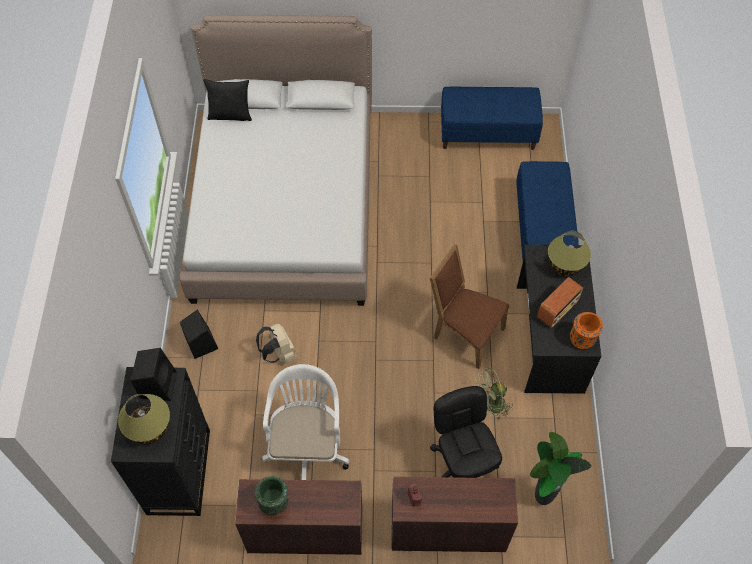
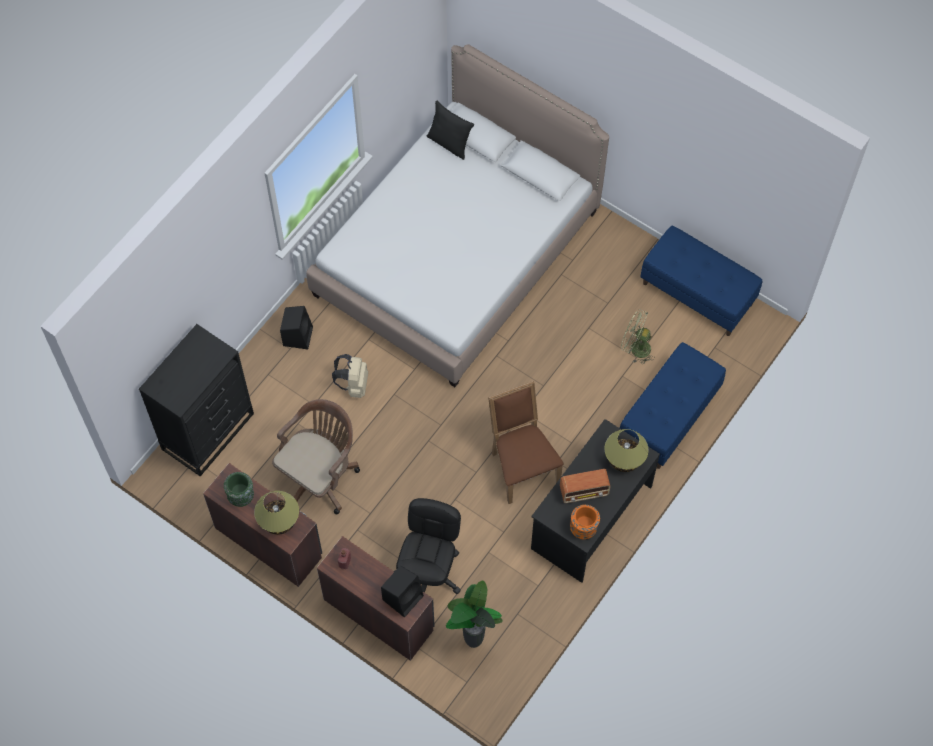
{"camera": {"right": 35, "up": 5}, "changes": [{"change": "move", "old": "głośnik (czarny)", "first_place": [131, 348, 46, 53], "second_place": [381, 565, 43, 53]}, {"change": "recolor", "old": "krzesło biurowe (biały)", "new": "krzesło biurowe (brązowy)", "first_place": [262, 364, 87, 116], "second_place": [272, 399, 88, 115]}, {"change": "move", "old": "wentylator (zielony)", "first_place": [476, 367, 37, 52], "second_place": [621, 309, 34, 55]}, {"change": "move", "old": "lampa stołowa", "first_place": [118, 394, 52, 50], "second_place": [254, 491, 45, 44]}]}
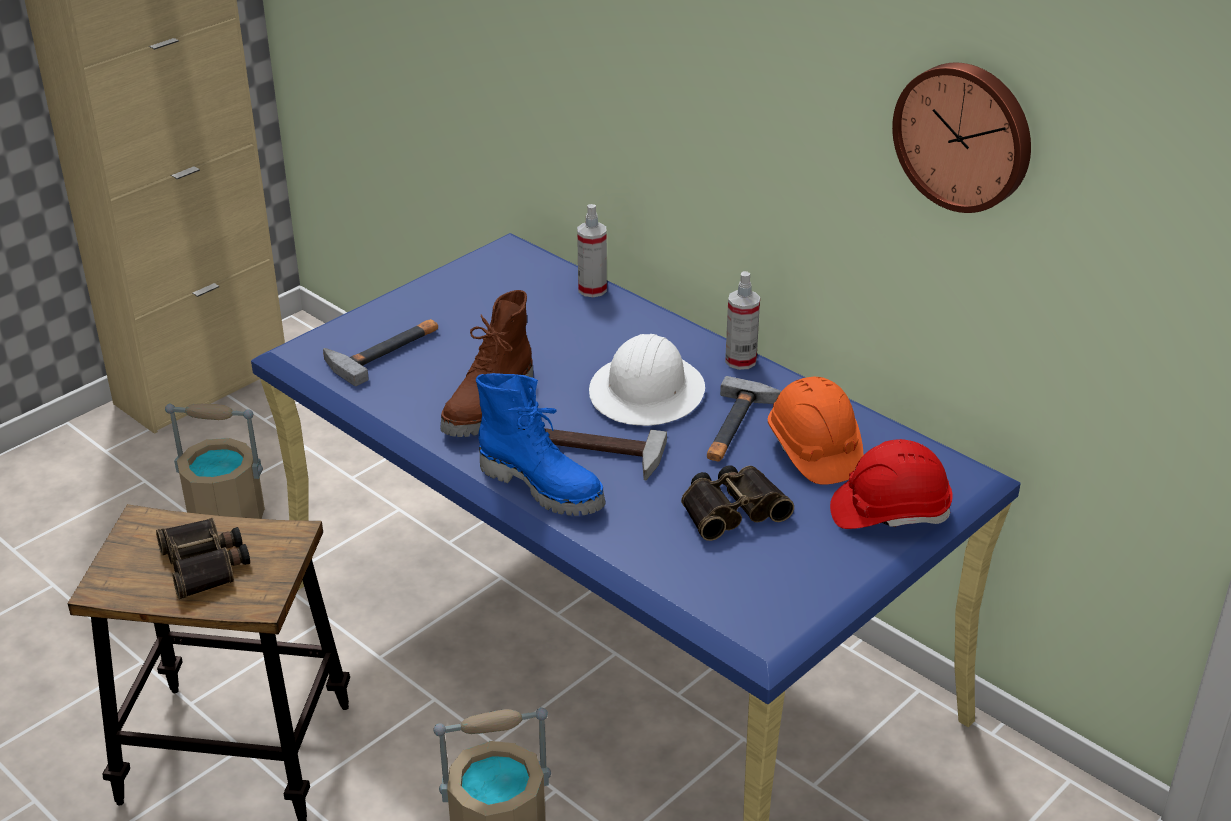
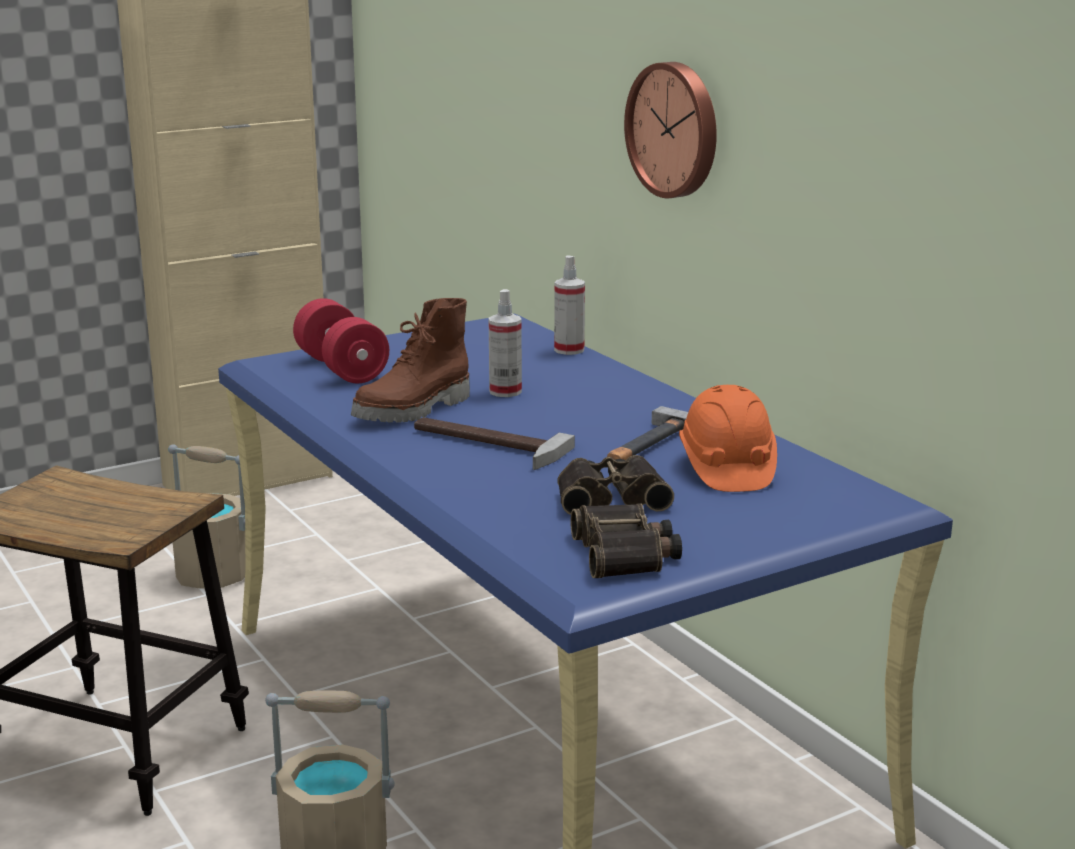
{"camera": {"right": 15, "up": -15}, "changes": [{"change": "move", "old": "zegar ścienny", "first_place": [892, 62, 139, 151], "second_place": [624, 62, 93, 136]}, {"change": "move", "old": "spryskiwacz", "first_place": [725, 271, 35, 99], "second_place": [489, 289, 33, 108]}, {"change": "replace", "old": "młotek", "new": "hantel (czerwony)", "first_place": [323, 319, 115, 67], "second_place": [293, 298, 96, 85]}, {"change": "delete", "old": "kask (biały)", "first_place": [589, 334, 116, 92]}, {"change": "delete", "old": "but z cholewką (niebieski)", "first_place": [476, 373, 129, 143]}, {"change": "delete", "old": "kask (czerwony)", "first_place": [830, 439, 123, 90]}, {"change": "move", "old": "lornetka", "first_place": [156, 518, 94, 81], "second_place": [570, 504, 112, 74]}]}
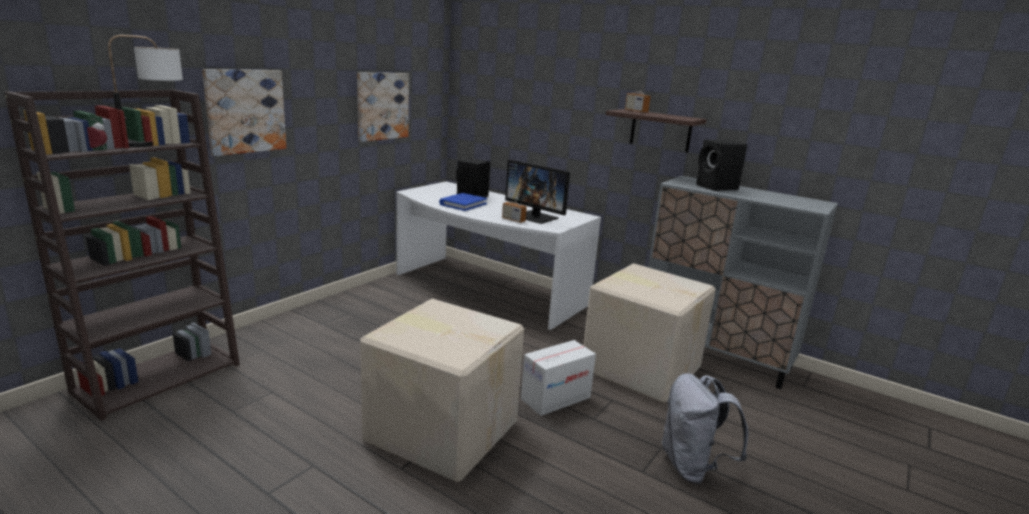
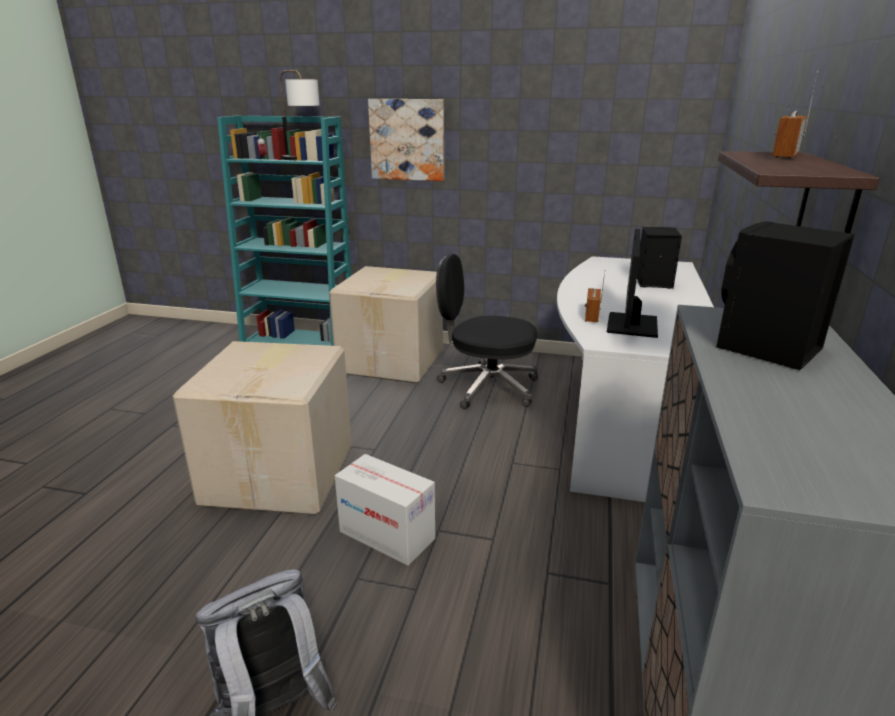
{"camera": {"right": 70, "up": 5}, "changes": [{"change": "delete", "old": "obraz", "first_place": [357, 72, 52, 70]}, {"change": "recolor", "old": "regał (brązowy)", "new": "regał (turkusowy)", "first_place": [4, 90, 236, 331], "second_place": [217, 115, 134, 231]}, {"change": "delete", "old": "książka (niebieski)", "first_place": [439, 193, 48, 18]}, {"change": "move", "old": "karton", "first_place": [583, 263, 133, 140], "second_place": [329, 266, 114, 117]}, {"change": "insert", "new": "krzesło biurowe (czarny)", "second_place": [436, 254, 102, 155]}]}
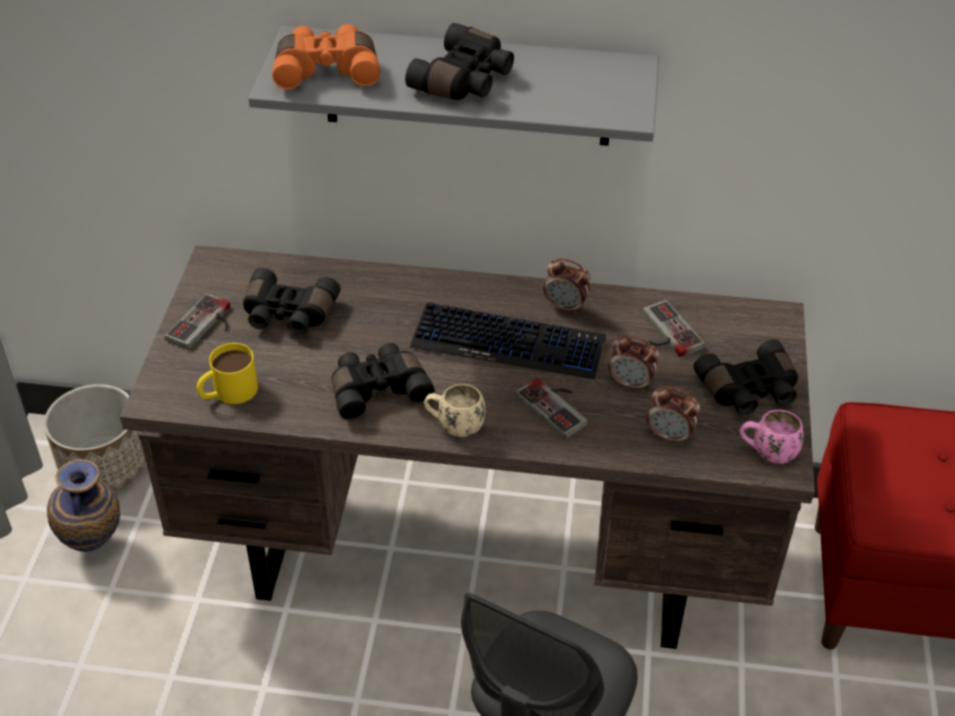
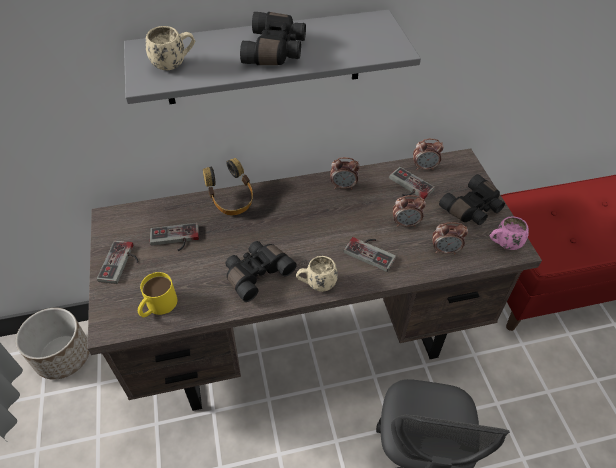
{"camera": {"right": -20, "up": 5}, "changes": [{"change": "replace", "old": "lornetka (pomarańczowy)", "new": "kubek (beżowy)", "first_place": [272, 24, 108, 65], "second_place": [145, 26, 50, 44]}, {"change": "replace", "old": "lornetka (czarny)", "new": "pad do gier", "first_place": [243, 268, 97, 67], "second_place": [150, 223, 49, 28]}, {"change": "delete", "old": "klawiatura", "first_place": [410, 302, 196, 77]}, {"change": "delete", "old": "wazon", "first_place": [47, 459, 73, 93]}, {"change": "insert", "new": "budzik", "second_place": [413, 139, 31, 31]}, {"change": "insert", "new": "słuchawki", "second_place": [203, 158, 50, 57]}]}
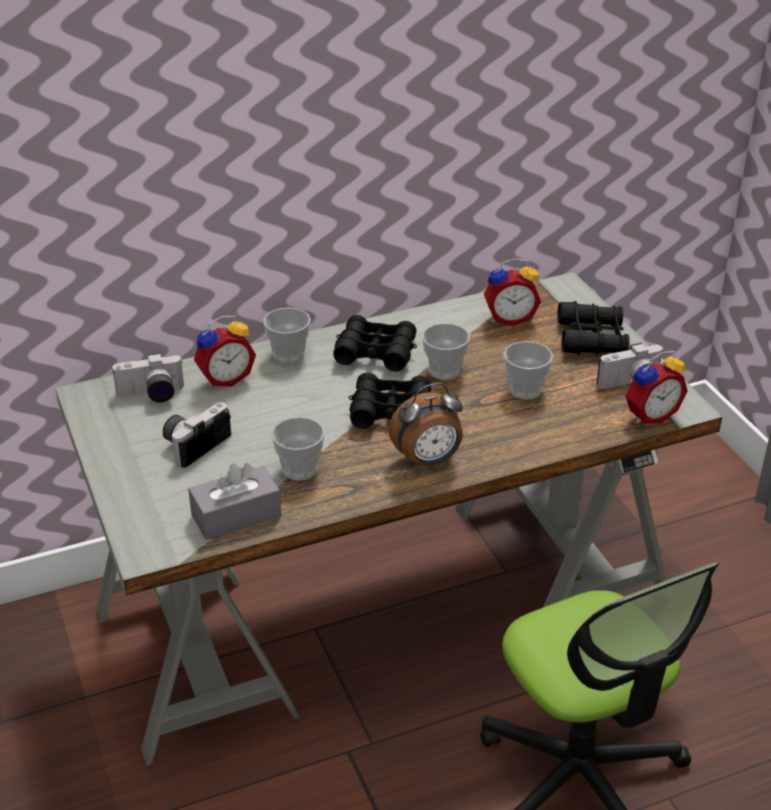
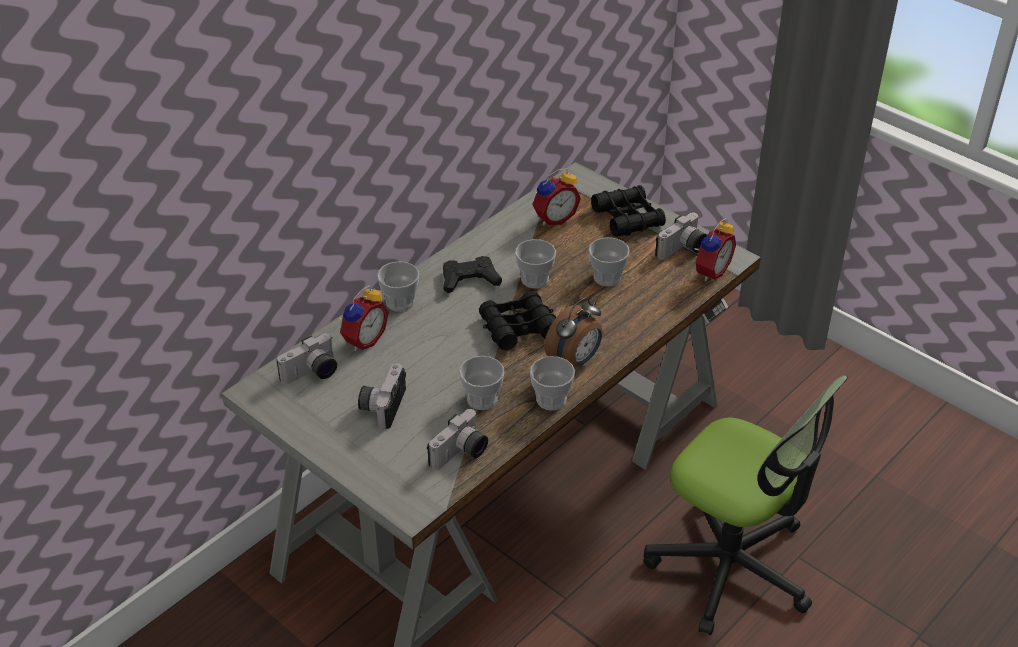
{"camera": {"right": -25, "up": 5}, "changes": [{"change": "replace", "old": "lornetka (czarny)", "new": "pad do gier (czarny)", "first_place": [333, 315, 84, 57], "second_place": [443, 256, 59, 37]}, {"change": "replace", "old": "pudełko chusteczek (szary)", "new": "aparat fotograficzny", "first_place": [188, 463, 93, 77], "second_place": [427, 409, 61, 61]}, {"change": "insert", "new": "filiżanka", "second_place": [530, 356, 45, 55]}]}
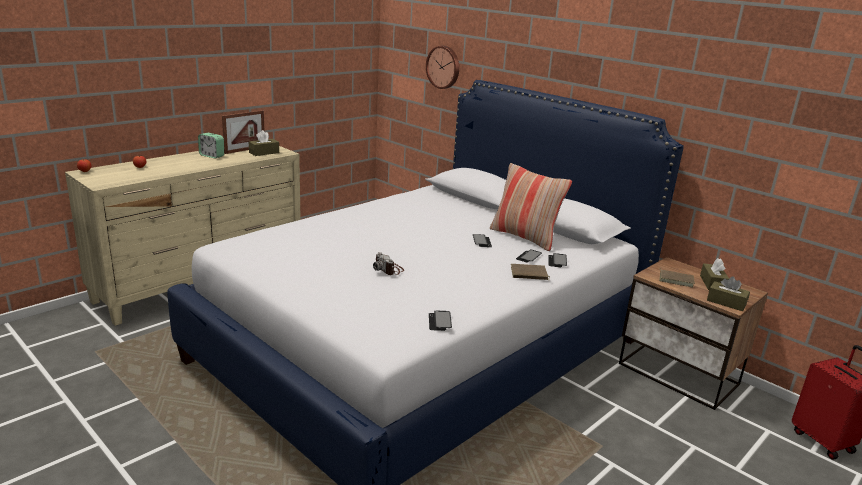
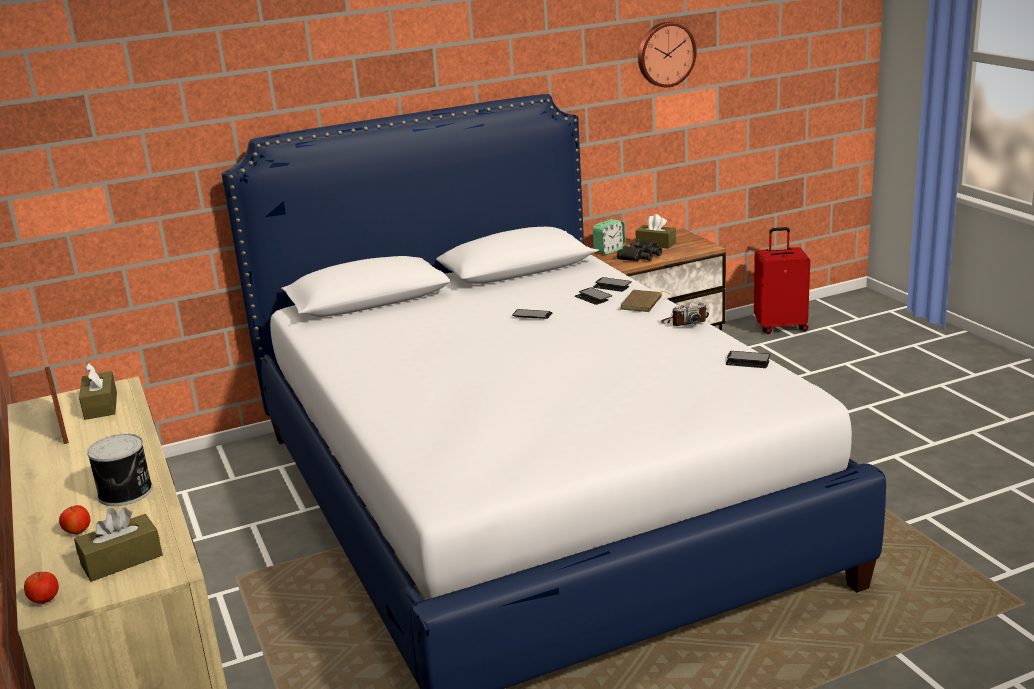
{"camera": {"right": -65, "up": 0}, "changes": [{"change": "move", "old": "zegar ścienny", "first_place": [426, 46, 33, 43], "second_place": [638, 22, 58, 65]}, {"change": "move", "old": "budzik", "first_place": [198, 133, 26, 25], "second_place": [593, 219, 33, 35]}, {"change": "delete", "old": "poduszka", "first_place": [490, 163, 82, 88]}, {"change": "move", "old": "aparat fotograficzny", "first_place": [373, 252, 31, 23], "second_place": [661, 302, 48, 24]}, {"change": "replace", "old": "książka (brązowy)", "new": "lornetka (czarny)", "first_place": [659, 267, 36, 20], "second_place": [617, 239, 45, 22]}, {"change": "move", "old": "pudełko chusteczek (brązowy)", "first_place": [707, 277, 43, 34], "second_place": [74, 507, 89, 75]}, {"change": "insert", "new": "puszka", "second_place": [87, 434, 66, 72]}]}
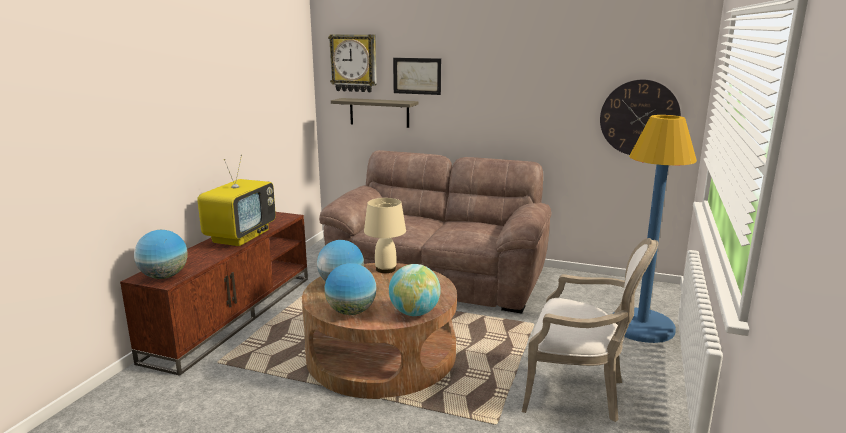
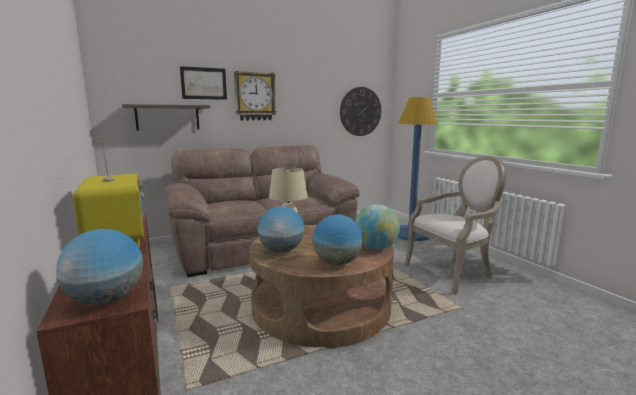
{"camera": {"right": -45, "up": -5}, "changes": [{"change": "move", "old": "zegar ścienny", "first_place": [328, 34, 49, 58], "second_place": [234, 71, 42, 49]}]}
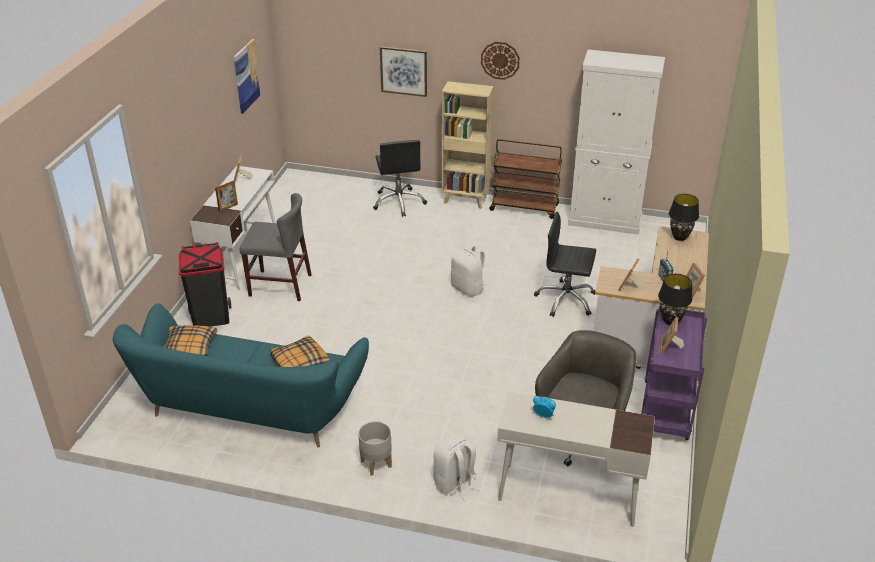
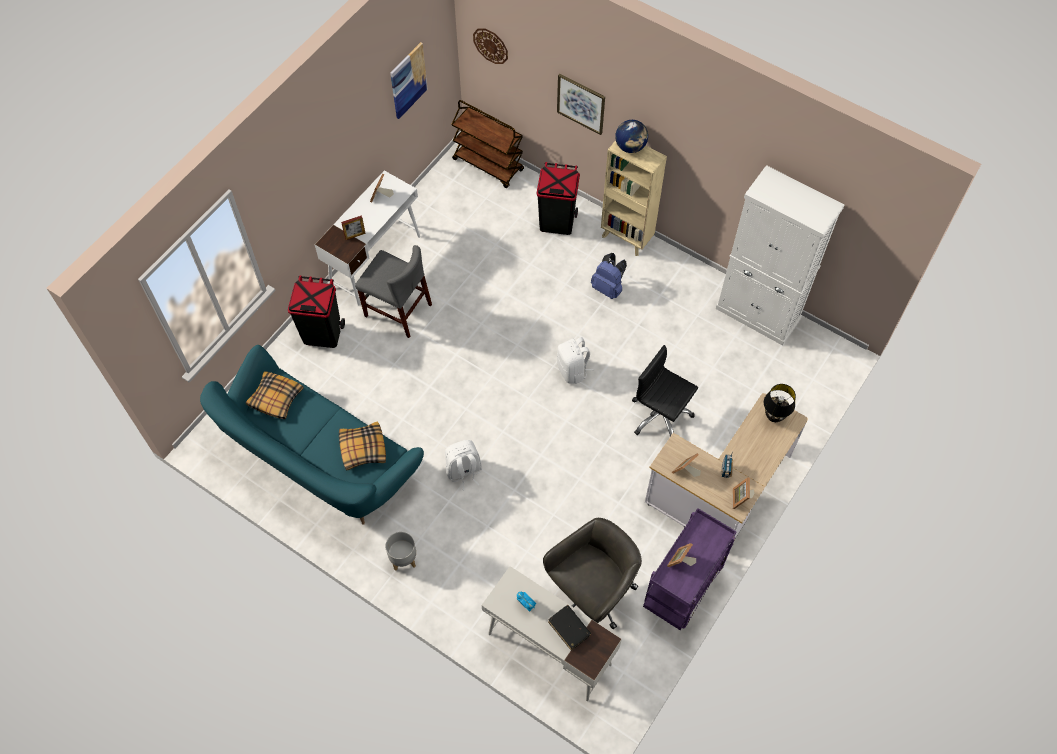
{"camera": {"right": 20, "up": 25}, "changes": [{"change": "move", "old": "zegar ścienny", "first_place": [481, 42, 39, 38], "second_place": [473, 28, 35, 36]}, {"change": "move", "old": "wózek (brązowy)", "first_place": [489, 139, 73, 80], "second_place": [451, 100, 73, 88]}, {"change": "replace", "old": "krzesło biurowe (czarny)", "new": "kosz na śmieci (czarny)", "first_place": [373, 140, 54, 77], "second_place": [537, 162, 43, 73]}, {"change": "delete", "old": "lampa stołowa (czarny)", "first_place": [658, 274, 34, 51]}, {"change": "move", "old": "plecak (biały)", "first_place": [433, 434, 46, 66], "second_place": [445, 440, 37, 51]}, {"change": "insert", "new": "globus", "second_place": [615, 120, 33, 33]}, {"change": "insert", "new": "plecak (niebieski)", "second_place": [591, 253, 36, 46]}, {"change": "insert", "new": "książka (czarny)", "second_place": [548, 605, 43, 45]}]}
